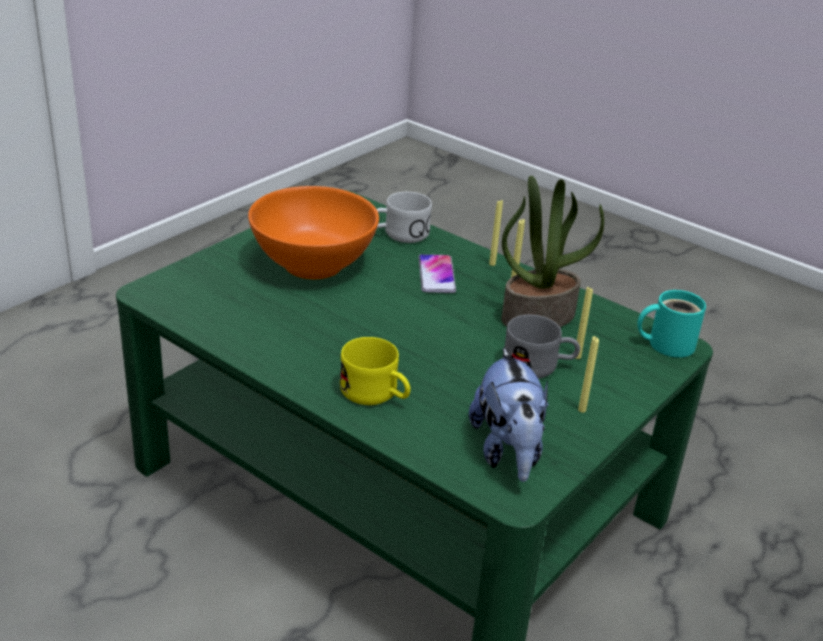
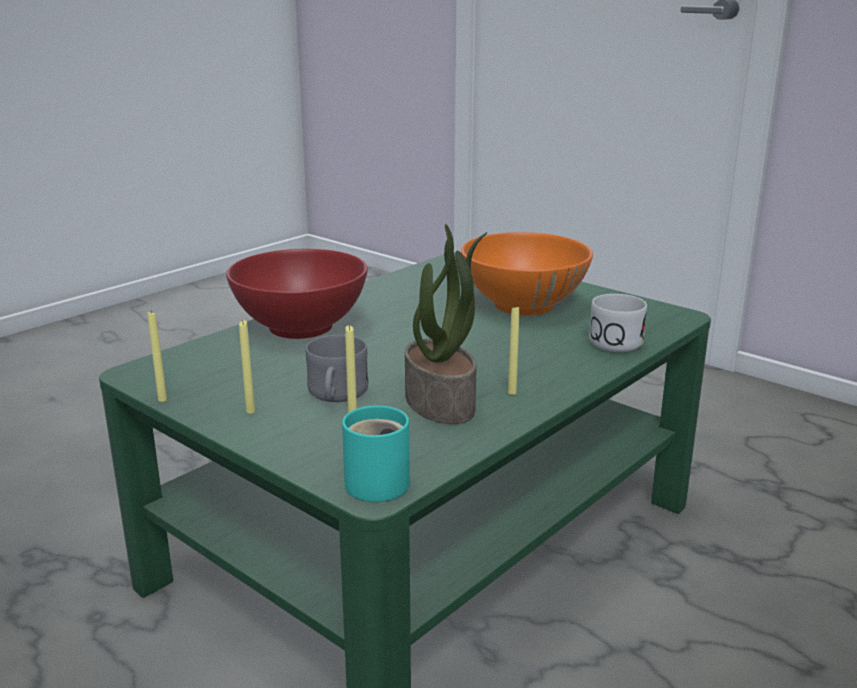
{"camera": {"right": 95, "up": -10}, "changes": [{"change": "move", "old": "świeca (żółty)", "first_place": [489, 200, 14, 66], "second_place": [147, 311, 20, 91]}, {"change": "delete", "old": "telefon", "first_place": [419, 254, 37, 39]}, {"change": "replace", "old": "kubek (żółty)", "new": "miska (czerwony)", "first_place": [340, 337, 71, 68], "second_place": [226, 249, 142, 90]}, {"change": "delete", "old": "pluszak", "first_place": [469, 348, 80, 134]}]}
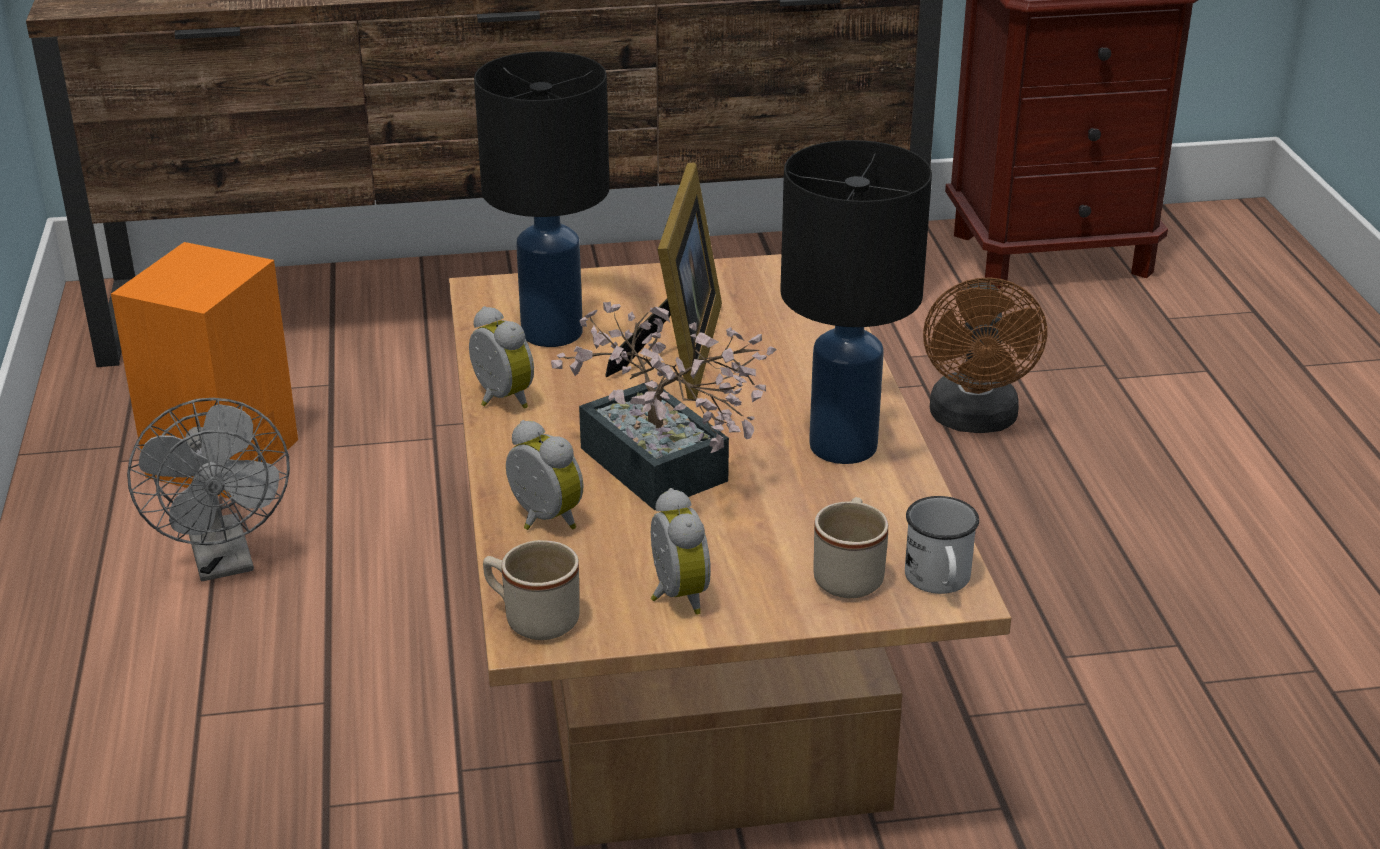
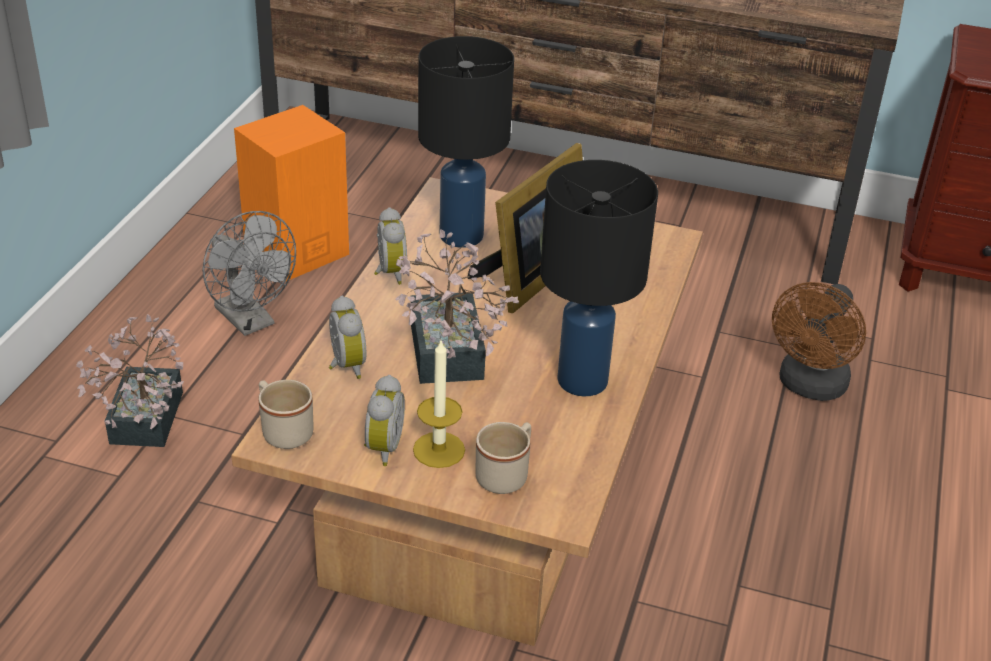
{"camera": {"right": 25, "up": 5}, "changes": [{"change": "rotate", "old": "wentylator (szary)", "first_place": [127, 398, 163, 183], "second_place": [202, 211, 94, 125], "degrees": -45}, {"change": "delete", "old": "kubek (biały)", "first_place": [905, 496, 74, 98]}, {"change": "insert", "new": "roślina doniczkowa", "second_place": [76, 314, 108, 133]}, {"change": "insert", "new": "świeca", "second_place": [413, 341, 52, 127]}]}
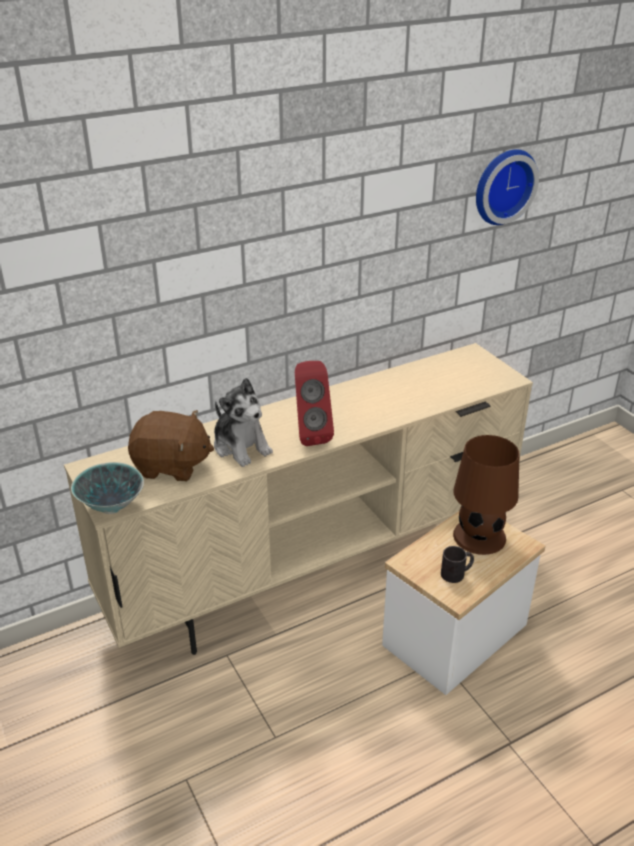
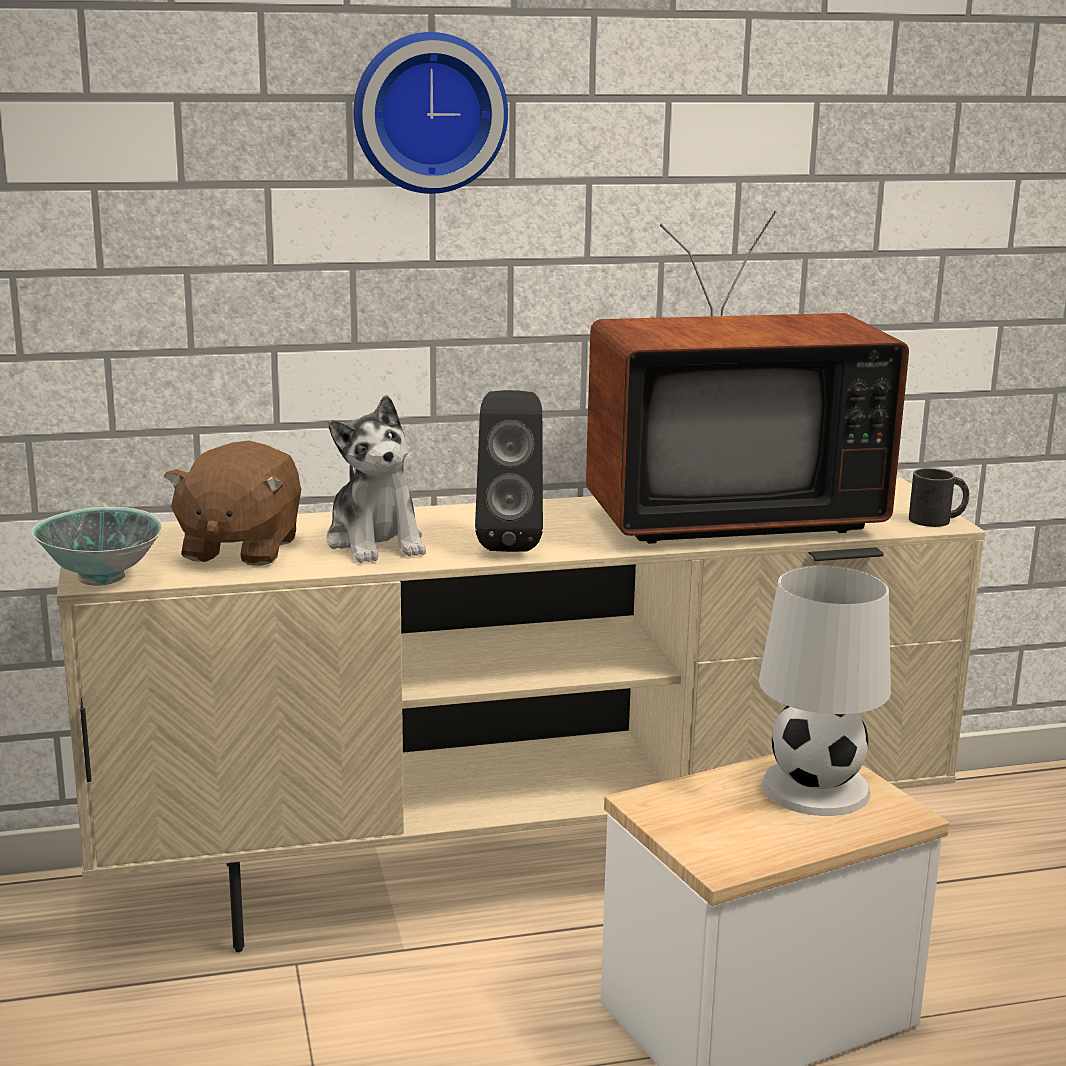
{"camera": {"right": 15, "up": -15}, "changes": [{"change": "move", "old": "zegar ścienny", "first_place": [476, 149, 63, 76], "second_place": [354, 32, 154, 162]}, {"change": "recolor", "old": "głośnik (czerwony)", "new": "głośnik (czarny)", "first_place": [295, 361, 39, 85], "second_place": [475, 390, 68, 162]}, {"change": "rotate", "old": "pluszak (brązowy)", "first_place": [128, 410, 86, 71], "second_place": [164, 440, 137, 126], "degrees": 75}, {"change": "recolor", "old": "lampa stołowa (brązowy)", "new": "lampa stołowa (biały)", "first_place": [453, 435, 67, 120], "second_place": [759, 565, 132, 251]}, {"change": "move", "old": "kubek (czarny)", "first_place": [441, 546, 33, 37], "second_place": [909, 468, 60, 59]}, {"change": "insert", "new": "telewizor", "second_place": [586, 211, 323, 333]}]}
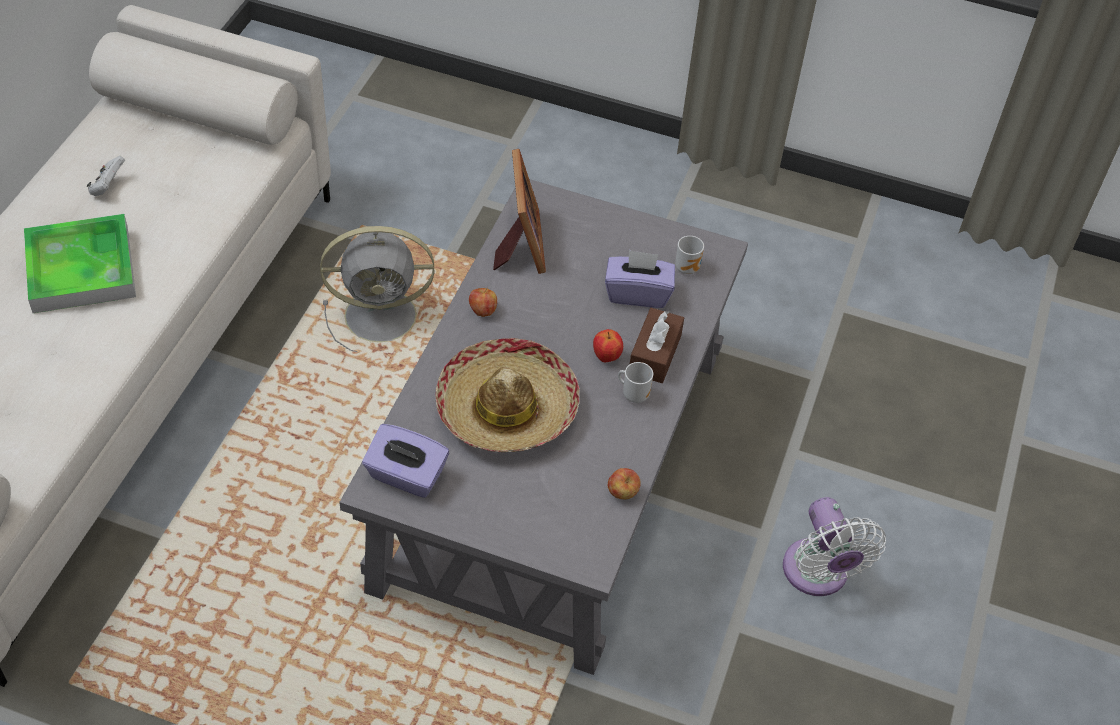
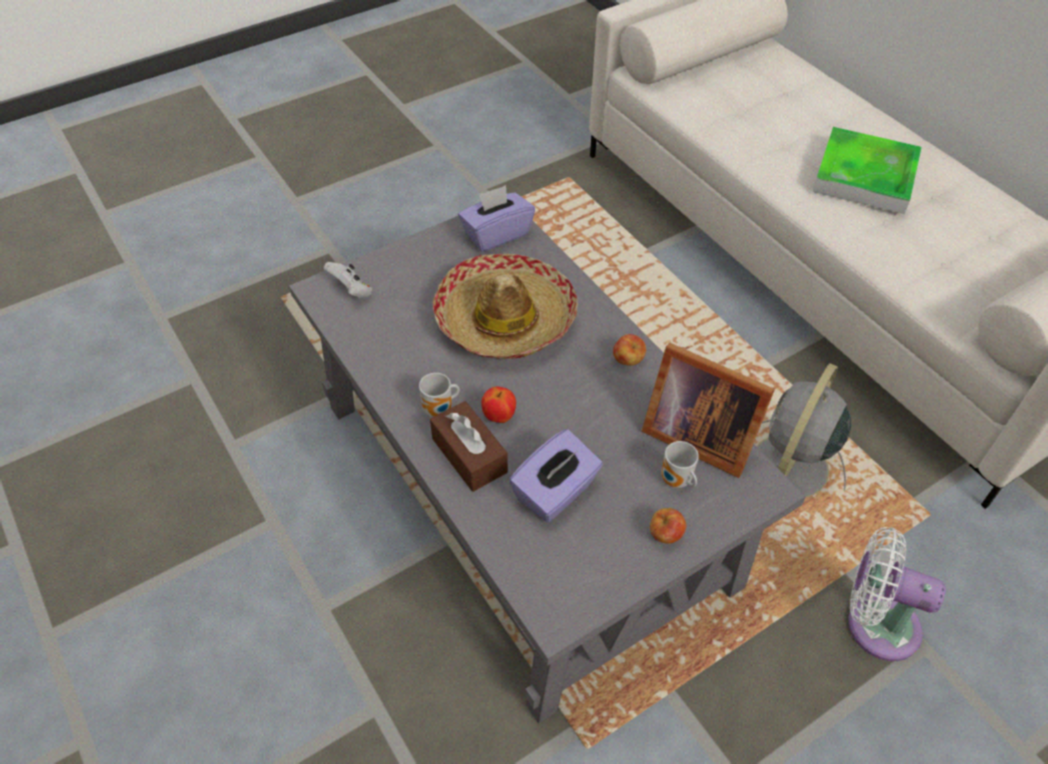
{"camera": {"right": 130, "up": 0}, "changes": [{"change": "move", "old": "pad do gier (biały)", "first_place": [87, 156, 38, 40], "second_place": [324, 262, 48, 36]}, {"change": "move", "old": "kubek", "first_place": [675, 236, 29, 38], "second_place": [661, 441, 38, 47]}, {"change": "move", "old": "jabłko", "first_place": [608, 468, 33, 32], "second_place": [650, 508, 37, 36]}, {"change": "move", "old": "wentylator (biały)", "first_place": [783, 497, 103, 99], "second_place": [848, 527, 98, 134]}]}
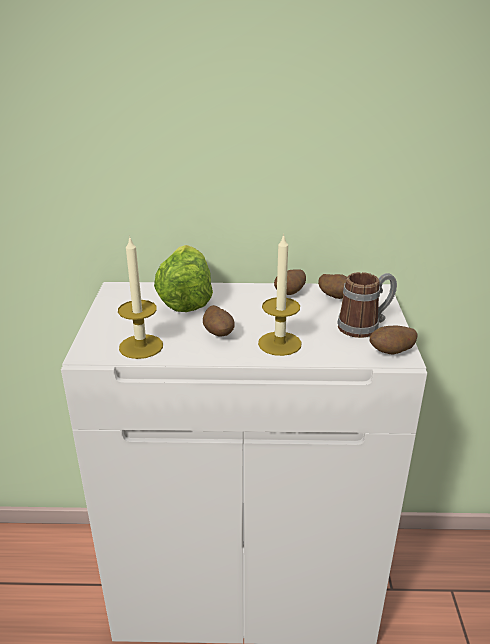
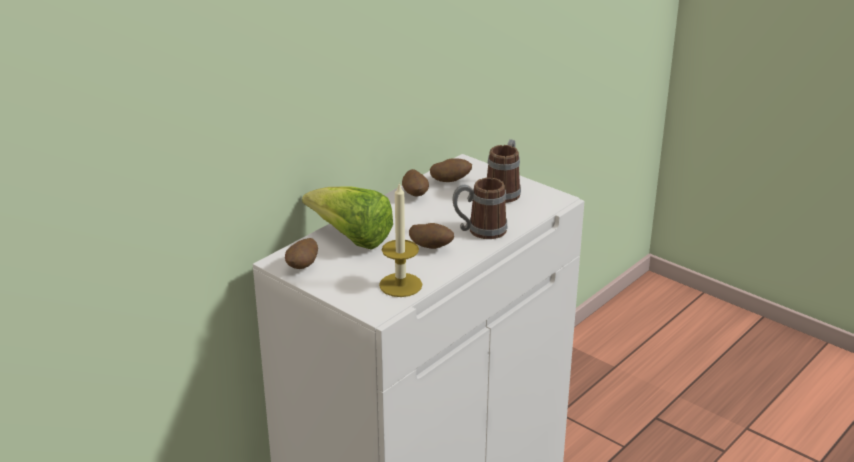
{"camera": {"right": -50, "up": 0}, "changes": [{"change": "replace", "old": "świeca", "new": "kubek", "first_place": [258, 233, 44, 123], "second_place": [452, 178, 56, 61]}, {"change": "move", "old": "ziemniak", "first_place": [370, 326, 48, 28], "second_place": [285, 238, 33, 31]}]}
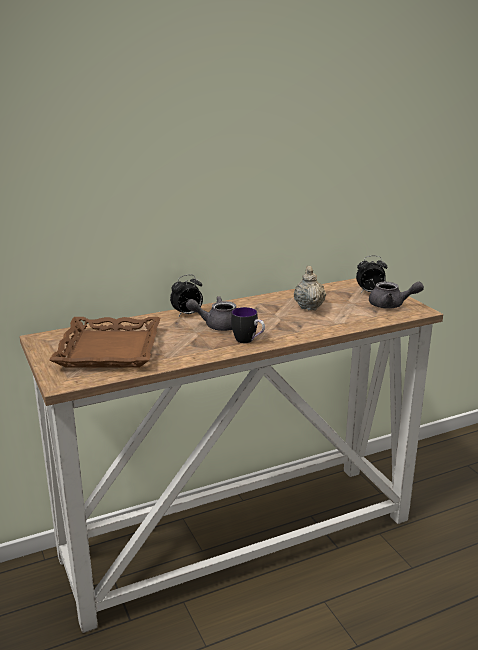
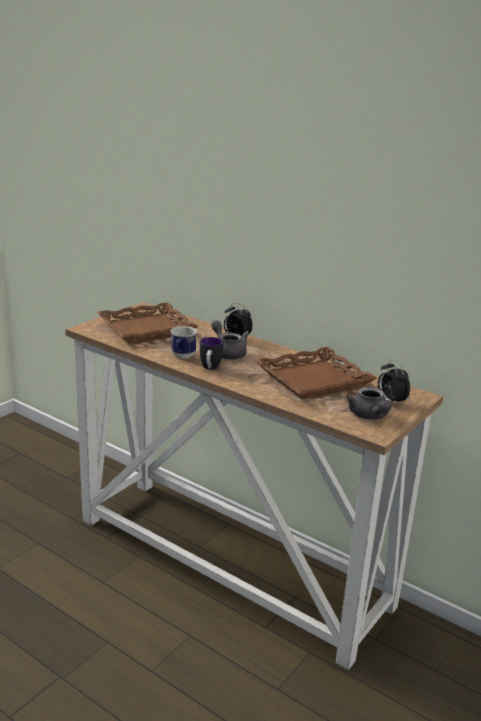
{"camera": {"right": 60, "up": 0}, "changes": [{"change": "replace", "old": "imbryk (beżowy)", "new": "taca (brązowy)", "first_place": [294, 266, 32, 44], "second_place": [255, 347, 122, 53]}, {"change": "insert", "new": "kubek", "second_place": [171, 326, 26, 33]}]}
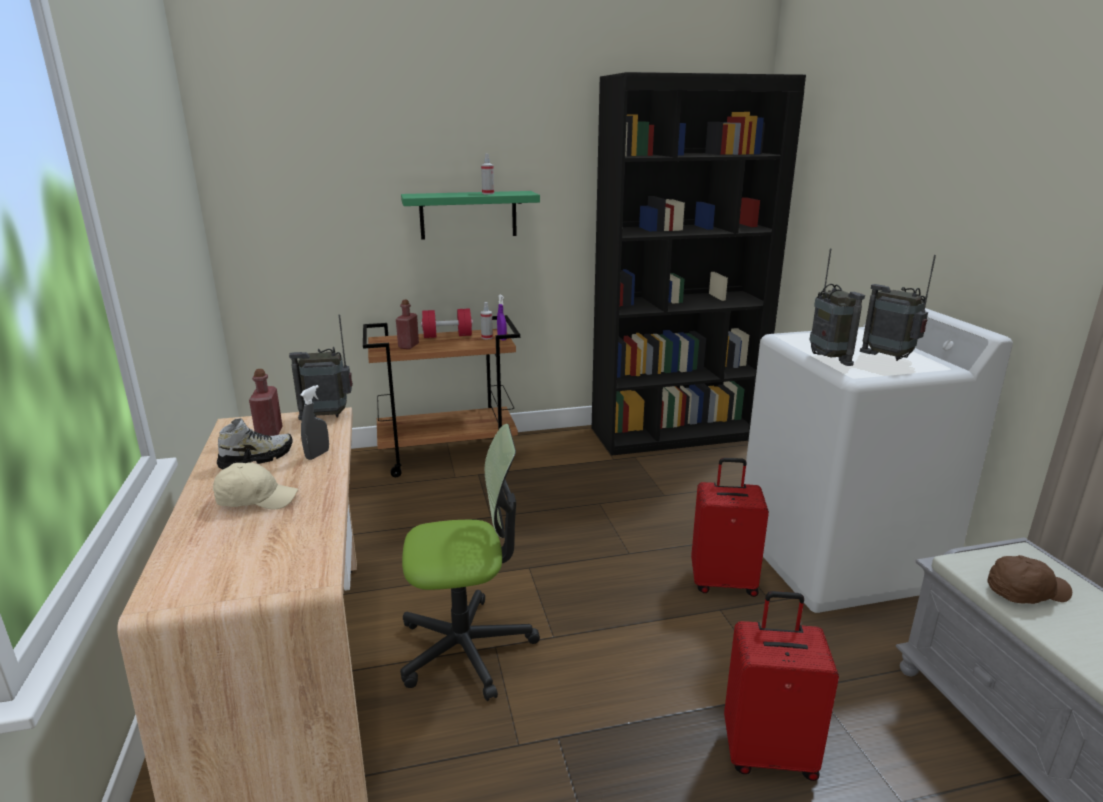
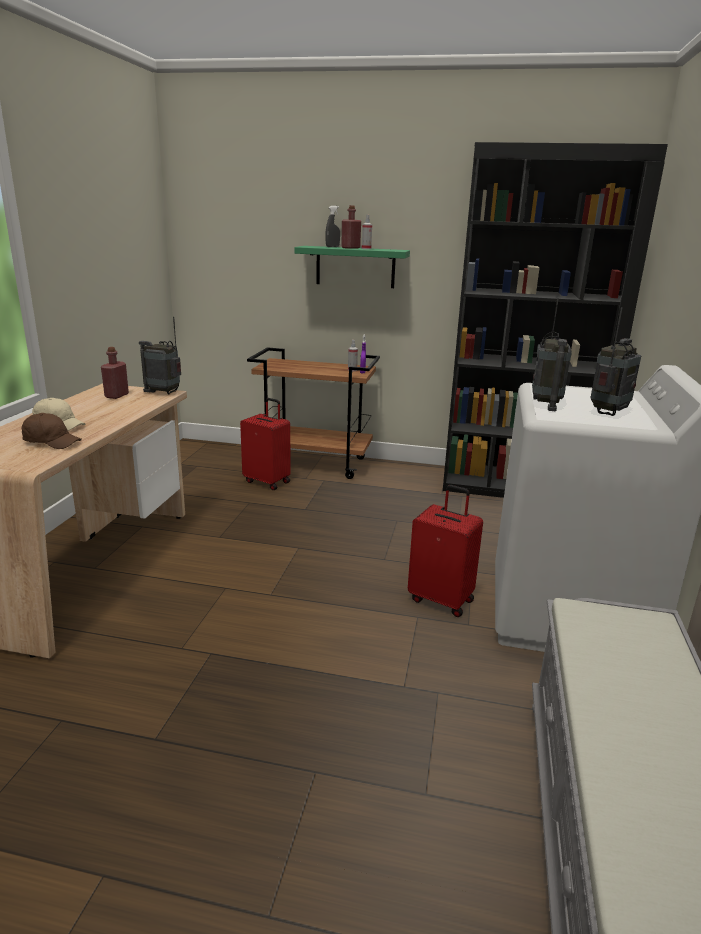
{"camera": {"right": 25, "up": 0}, "changes": [{"change": "rotate", "old": "radio", "first_place": [860, 255, 76, 106], "second_place": [591, 307, 50, 109], "degrees": 60}, {"change": "move", "old": "butelka (czerwony)", "first_place": [396, 300, 23, 49], "second_place": [341, 205, 20, 44]}, {"change": "delete", "old": "hantel (czerwony)", "first_place": [421, 308, 52, 30]}, {"change": "move", "old": "spryskiwacz (szary)", "first_place": [300, 385, 29, 75], "second_place": [325, 206, 15, 41]}, {"change": "delete", "old": "but", "first_place": [217, 418, 76, 52]}, {"change": "delete", "old": "krzesło biurowe", "first_place": [400, 424, 140, 277]}, {"change": "move", "old": "czapka z daszkiem (brązowy)", "first_place": [987, 555, 85, 49], "second_place": [21, 413, 61, 36]}, {"change": "move", "old": "walizka (czerwony)", "first_place": [724, 591, 115, 190], "second_place": [240, 398, 51, 92]}]}
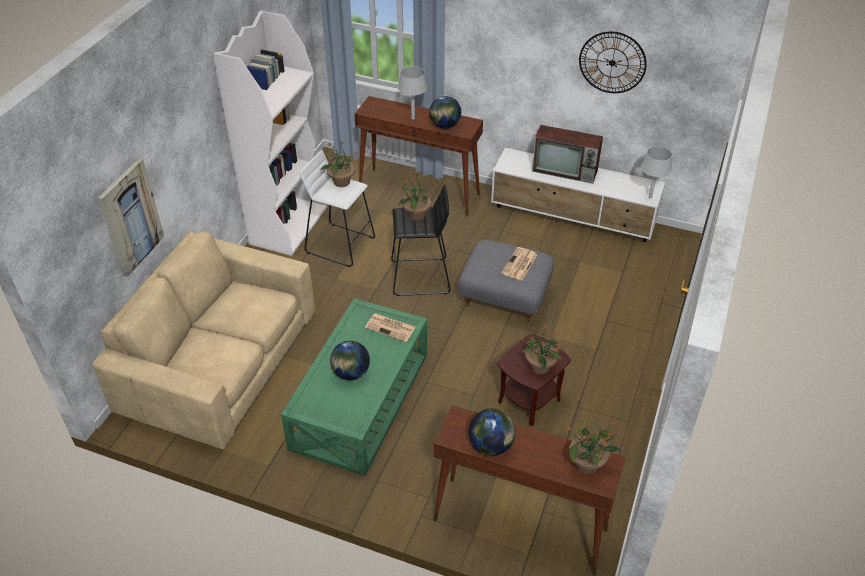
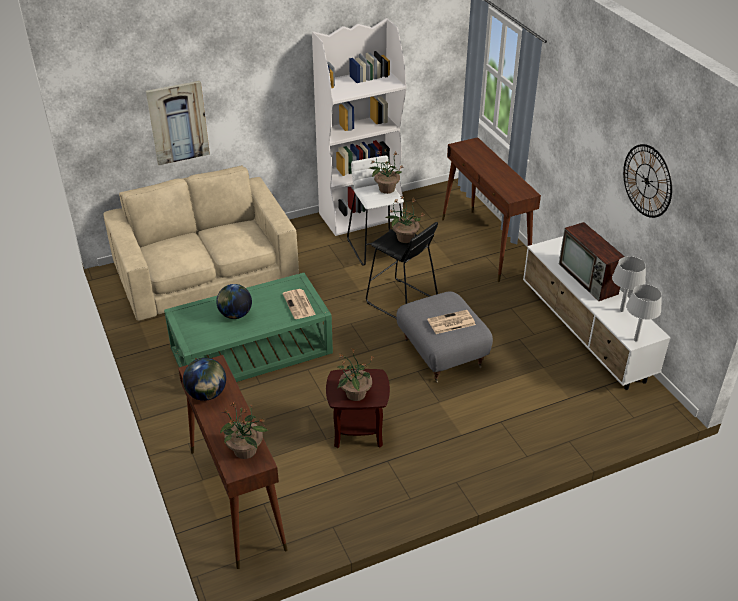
{"camera": {"right": 45, "up": -5}, "changes": [{"change": "move", "old": "lampa stołowa (szary)", "first_place": [398, 66, 29, 53], "second_place": [612, 256, 34, 56]}, {"change": "delete", "old": "globus", "first_place": [429, 96, 32, 33]}]}
